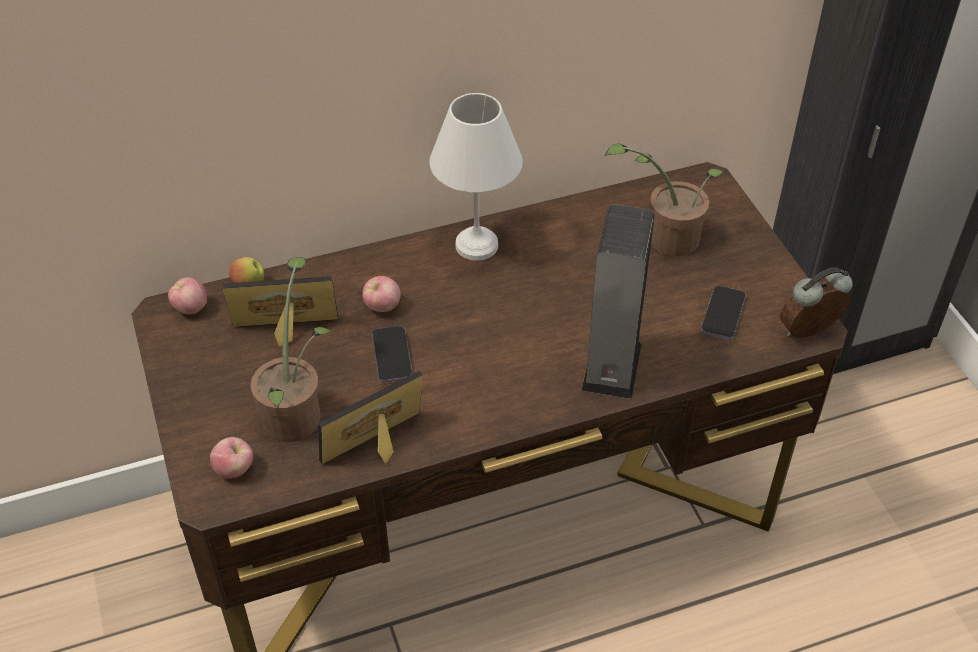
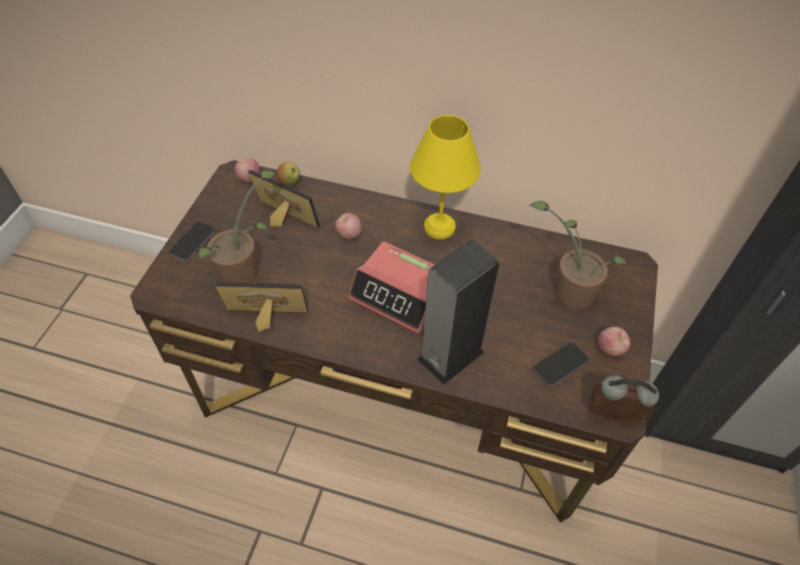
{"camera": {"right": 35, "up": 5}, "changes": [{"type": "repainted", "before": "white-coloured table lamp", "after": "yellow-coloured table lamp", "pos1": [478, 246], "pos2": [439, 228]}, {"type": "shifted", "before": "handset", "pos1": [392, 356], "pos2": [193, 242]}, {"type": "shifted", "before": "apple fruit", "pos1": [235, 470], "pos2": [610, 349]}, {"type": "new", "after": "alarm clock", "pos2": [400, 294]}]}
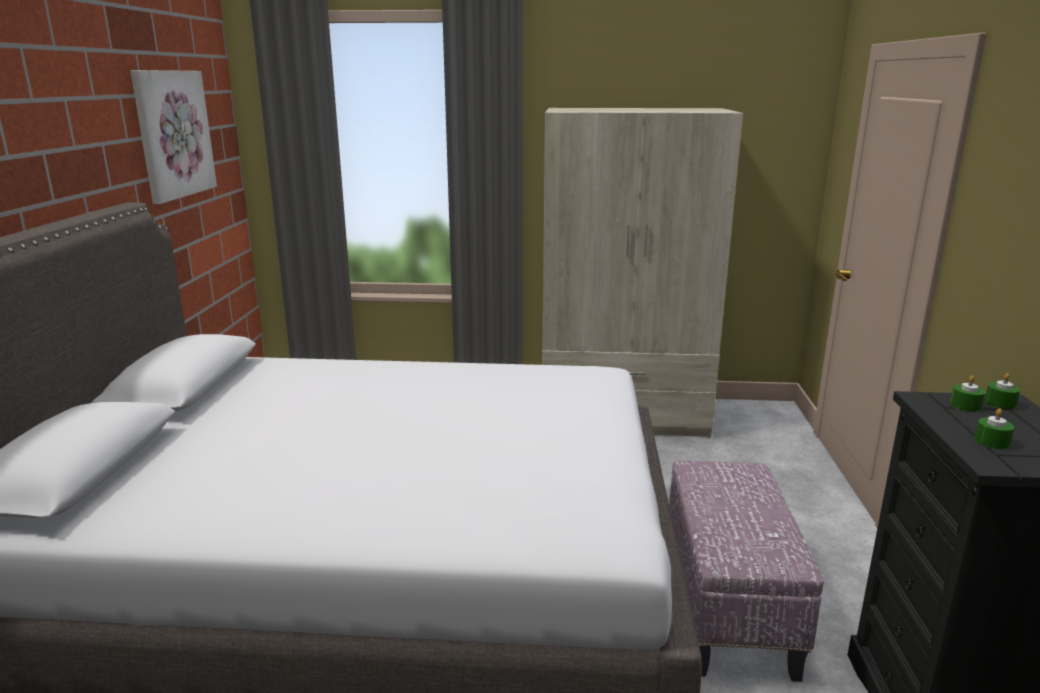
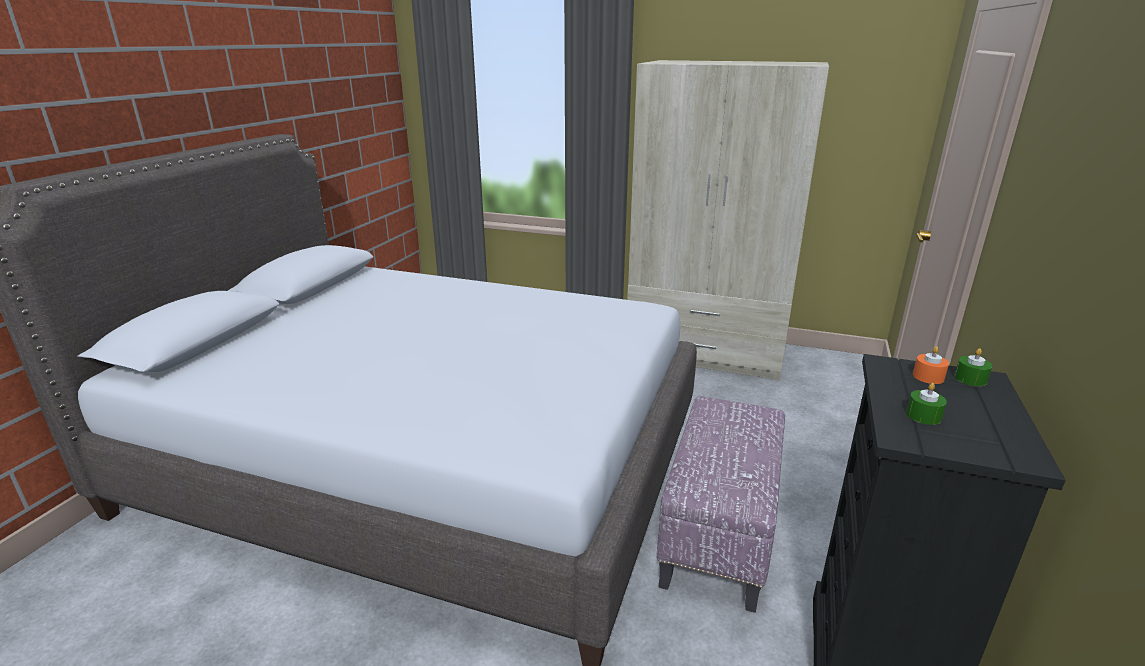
{"camera": {"right": 15, "up": 5}, "changes": [{"type": "gone", "before": "wall picture", "pos1": [173, 134]}, {"type": "repainted", "before": "green wax light", "after": "orange-coloured wax light", "pos1": [965, 406], "pos2": [928, 377]}]}
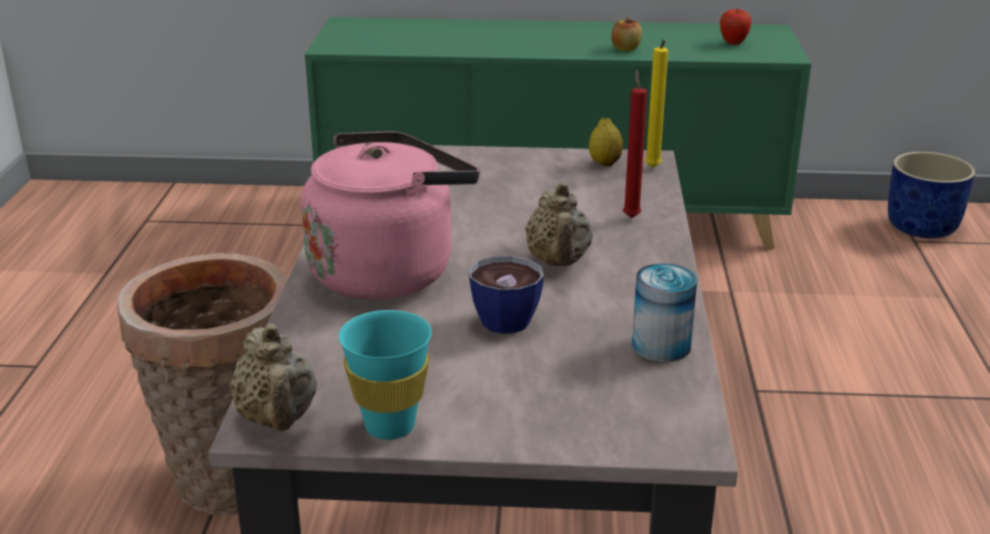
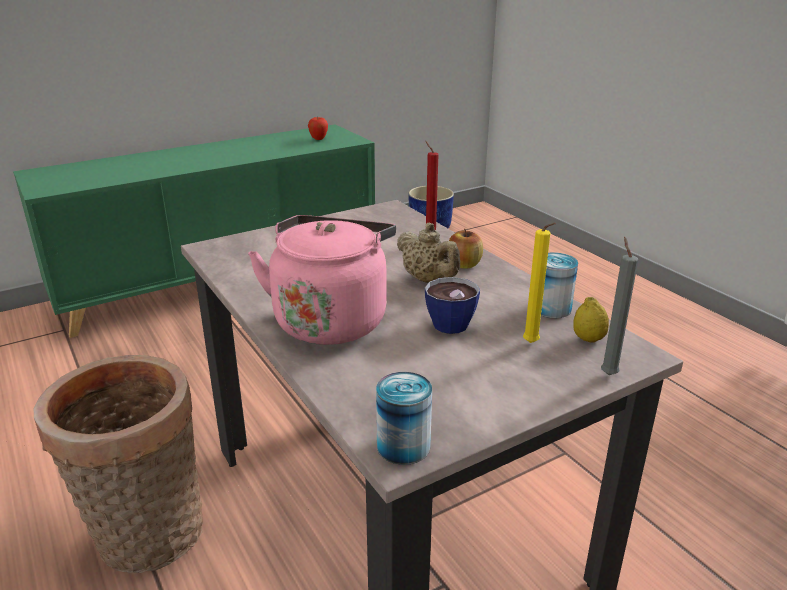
{"camera": {"right": -35, "up": 0}, "changes": [{"type": "shifted", "before": "apple fruit", "pos1": [625, 49], "pos2": [464, 264]}, {"type": "shifted", "before": "yellow-coloured wax light", "pos1": [652, 169], "pos2": [532, 344]}, {"type": "shifted", "before": "citrus fruit", "pos1": [604, 163], "pos2": [588, 339]}, {"type": "gone", "before": "turquoise-coloured small cup", "pos1": [390, 426]}, {"type": "swapped", "before": "sand-coloured pot for tea", "after": "sealed can", "pos1": [278, 420], "pos2": [403, 446]}, {"type": "new", "after": "greyish wax light", "pos2": [607, 373]}]}
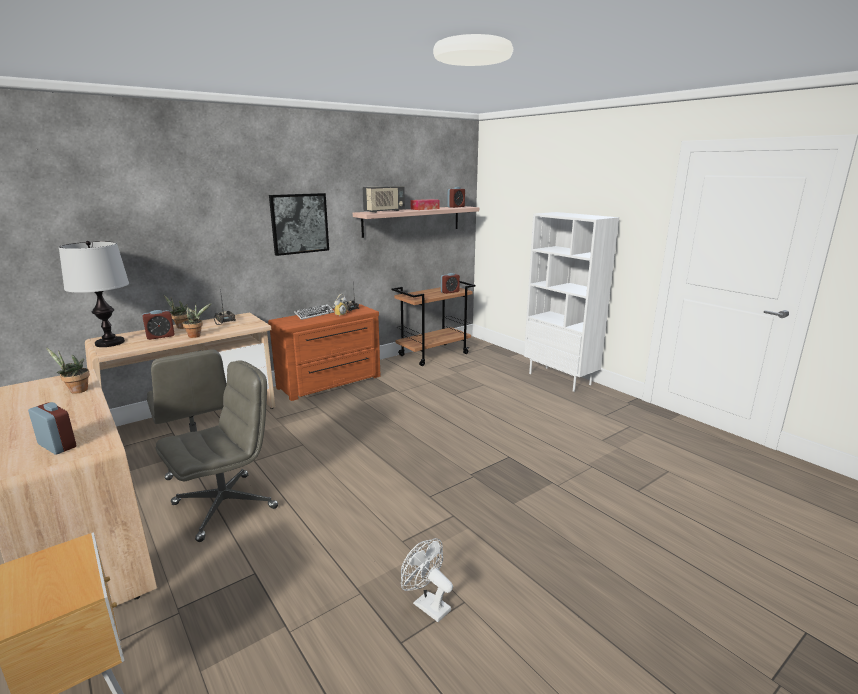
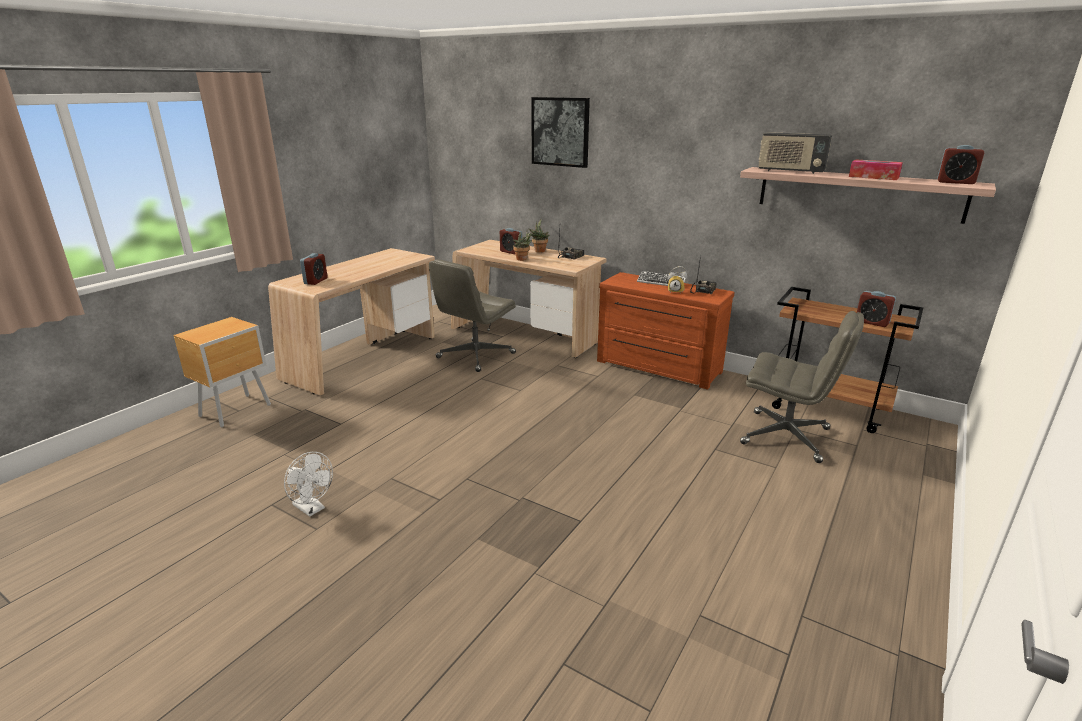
{"camera": {"right": 70, "up": 5}, "changes": [{"type": "shifted", "before": "wall picture", "pos1": [299, 223], "pos2": [560, 132]}, {"type": "gone", "before": "white-coloured bookcase", "pos1": [560, 379]}, {"type": "gone", "before": "table lamp", "pos1": [110, 342]}, {"type": "gone", "before": "plant in a pot", "pos1": [76, 390]}, {"type": "shifted", "before": "greyish desk chair", "pos1": [226, 505], "pos2": [787, 436]}, {"type": "rotated", "before": "white-coloured fan", "pos1": [427, 604], "pos2": [312, 509], "turn": 105}]}
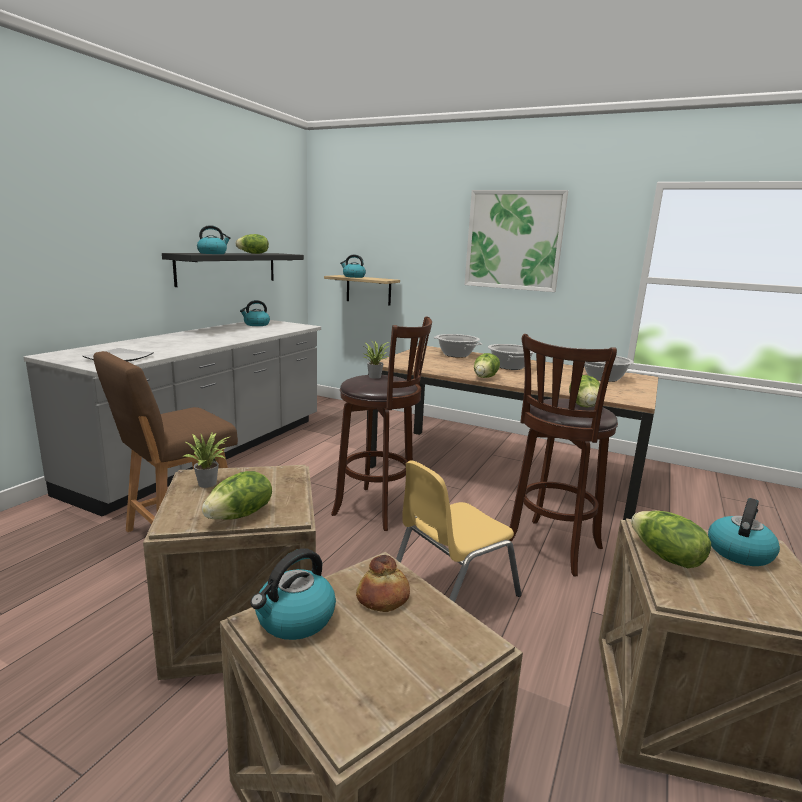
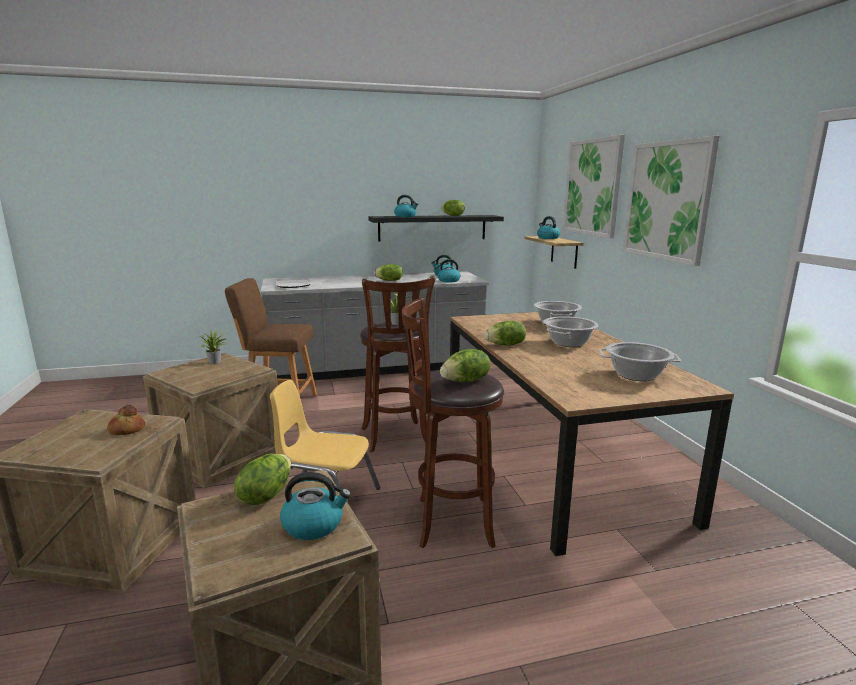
{"camera": {"right": 50, "up": 0}, "changes": [{"type": "shifted", "before": "head of lettuce", "pos1": [240, 515], "pos2": [389, 281]}, {"type": "shifted", "before": "kettle", "pos1": [295, 619], "pos2": [448, 280]}, {"type": "new", "after": "wall picture", "pos2": [592, 187]}]}
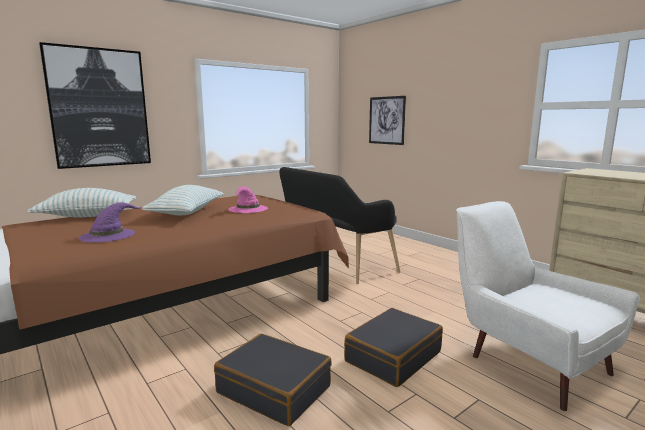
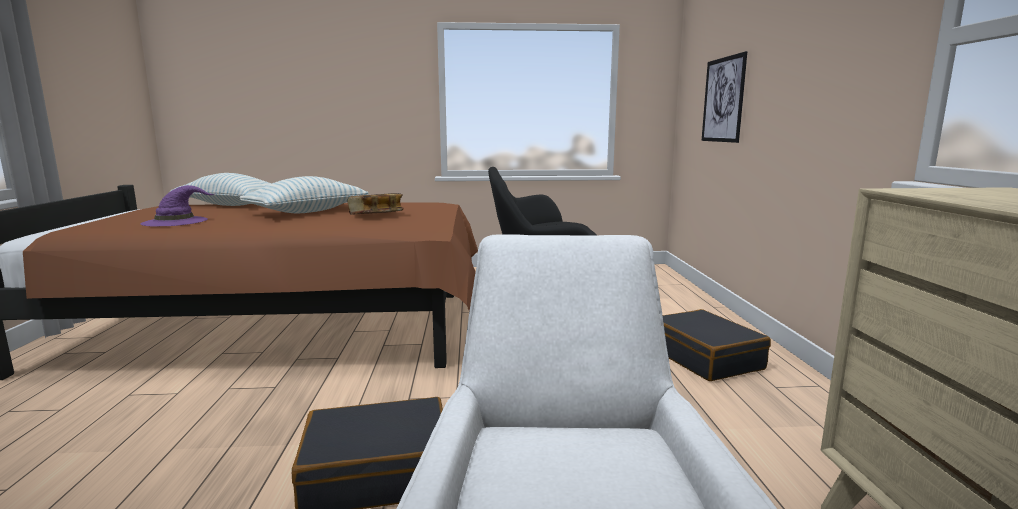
{"camera": {"right": 35, "up": 0}, "changes": [{"type": "gone", "before": "wall picture", "pos1": [99, 108]}, {"type": "swapped", "before": "pink-coloured clothing hat", "after": "bound book", "pos1": [248, 209], "pos2": [376, 215]}, {"type": "shifted", "before": "black-coloured suitcase", "pos1": [274, 389], "pos2": [705, 358]}]}
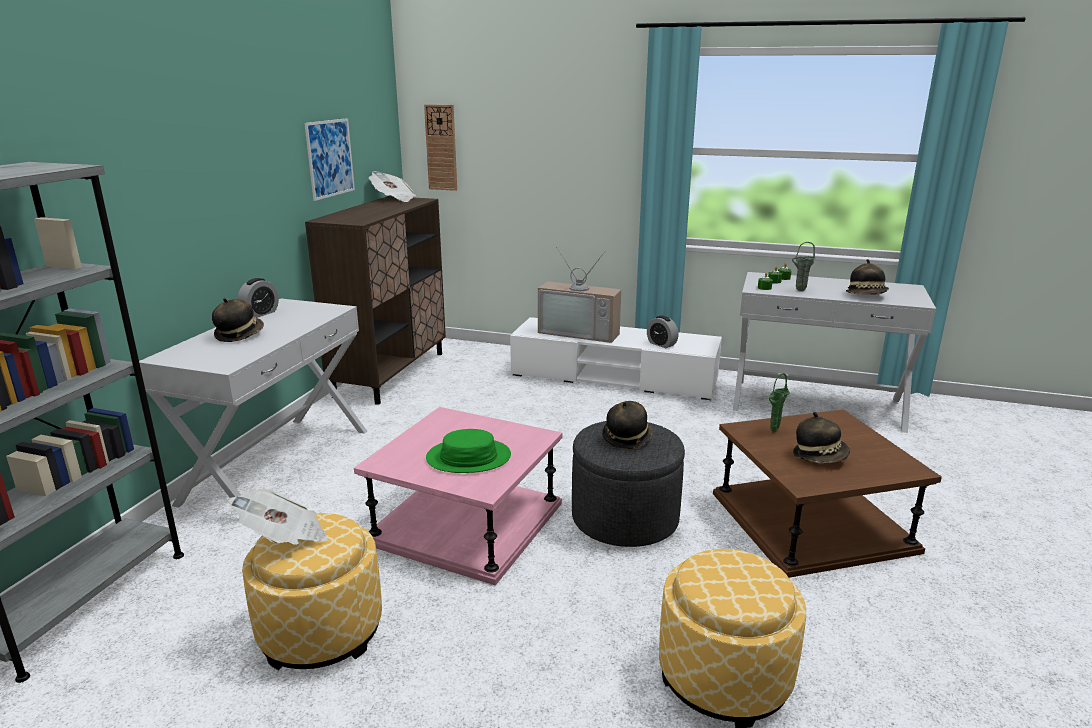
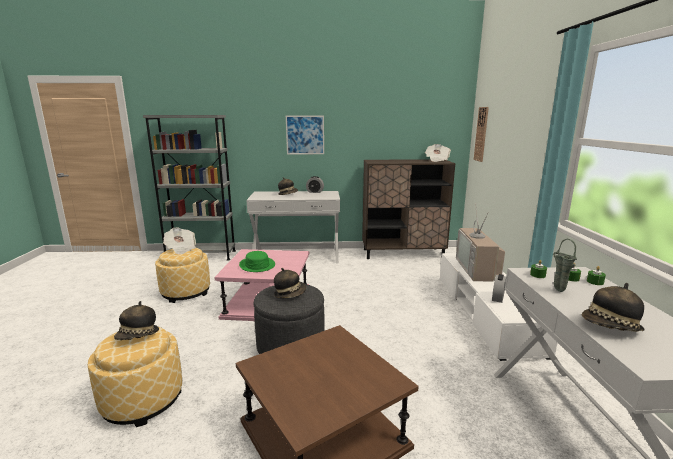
{"camera": {"right": 70, "up": -5}, "changes": [{"type": "shifted", "before": "wall picture", "pos1": [330, 158], "pos2": [305, 135]}, {"type": "gone", "before": "green flower vase", "pos1": [773, 431]}, {"type": "shifted", "before": "clothing hat", "pos1": [820, 457], "pos2": [138, 336]}]}
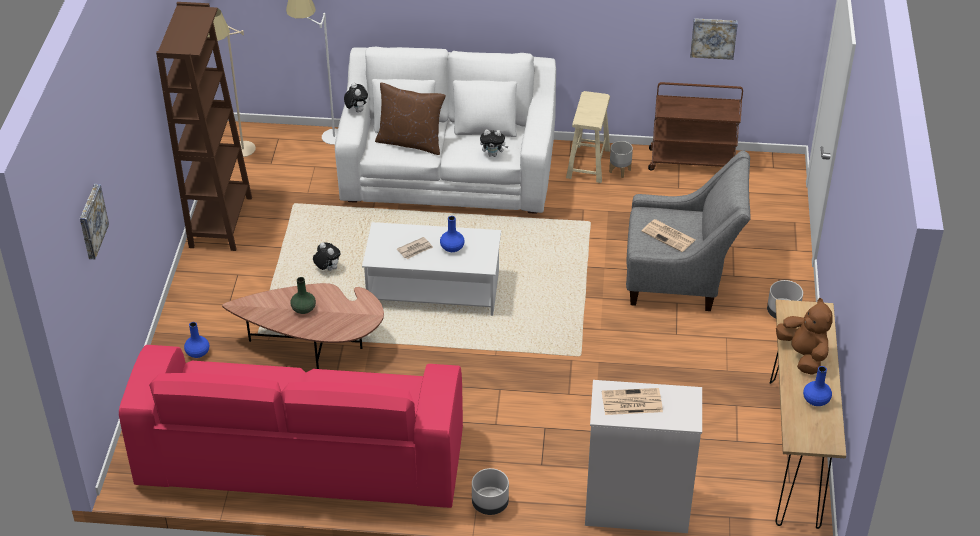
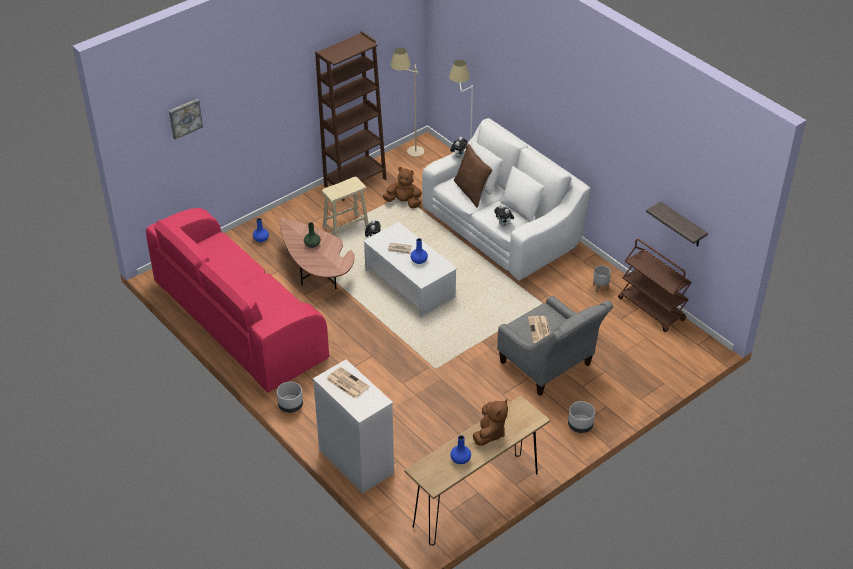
{"camera": {"right": 45, "up": 0}, "changes": [{"type": "swapped", "before": "wall picture", "after": "shelf", "pos1": [713, 37], "pos2": [682, 225]}, {"type": "shifted", "before": "sand-coloured stool seat", "pos1": [588, 164], "pos2": [345, 227]}, {"type": "new", "after": "brownish plush toy", "pos2": [404, 202]}]}
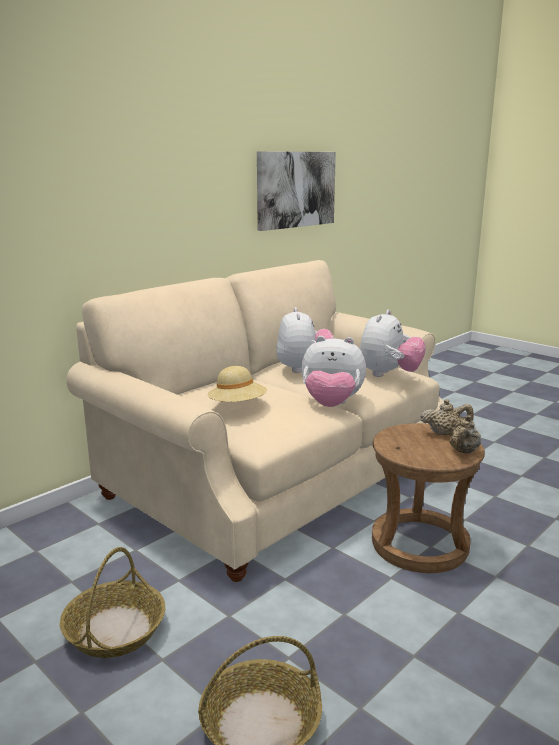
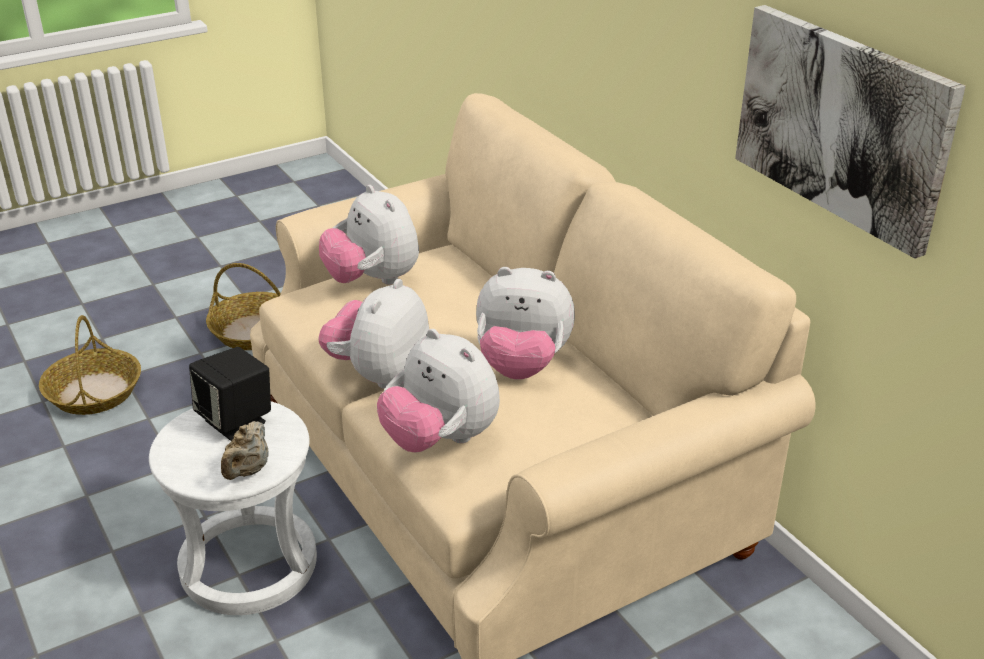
{"camera": {"right": 105, "up": 15}, "changes": [{"type": "swapped", "before": "sand-coloured clothing hat", "after": "plush toy", "pos1": [237, 406], "pos2": [372, 280]}, {"type": "gone", "before": "sand-coloured pot for tea", "pos1": [463, 451]}, {"type": "repainted", "before": "brownish stool seat", "after": "white-coloured stool seat", "pos1": [419, 544], "pos2": [249, 565]}, {"type": "new", "after": "black-coloured loudspeaker", "pos2": [236, 421]}]}
